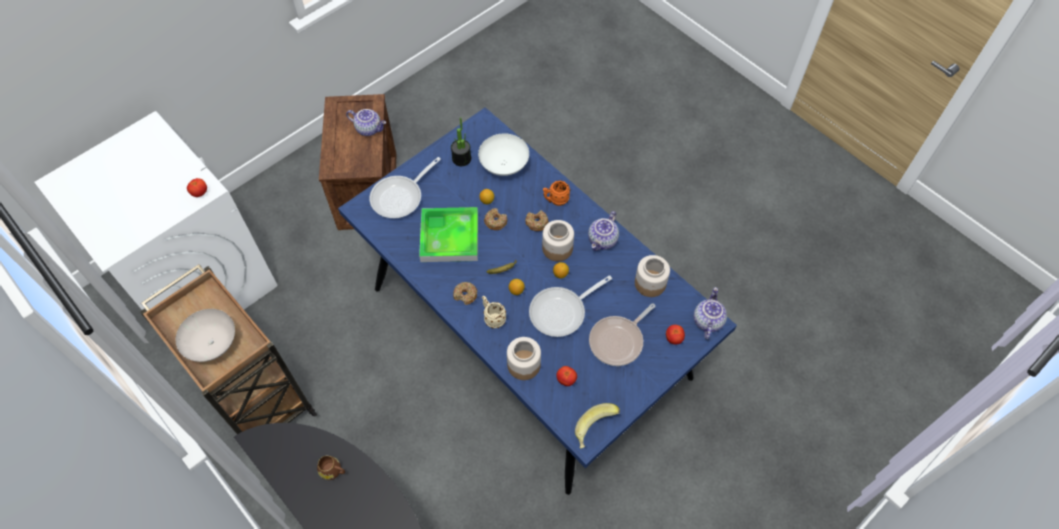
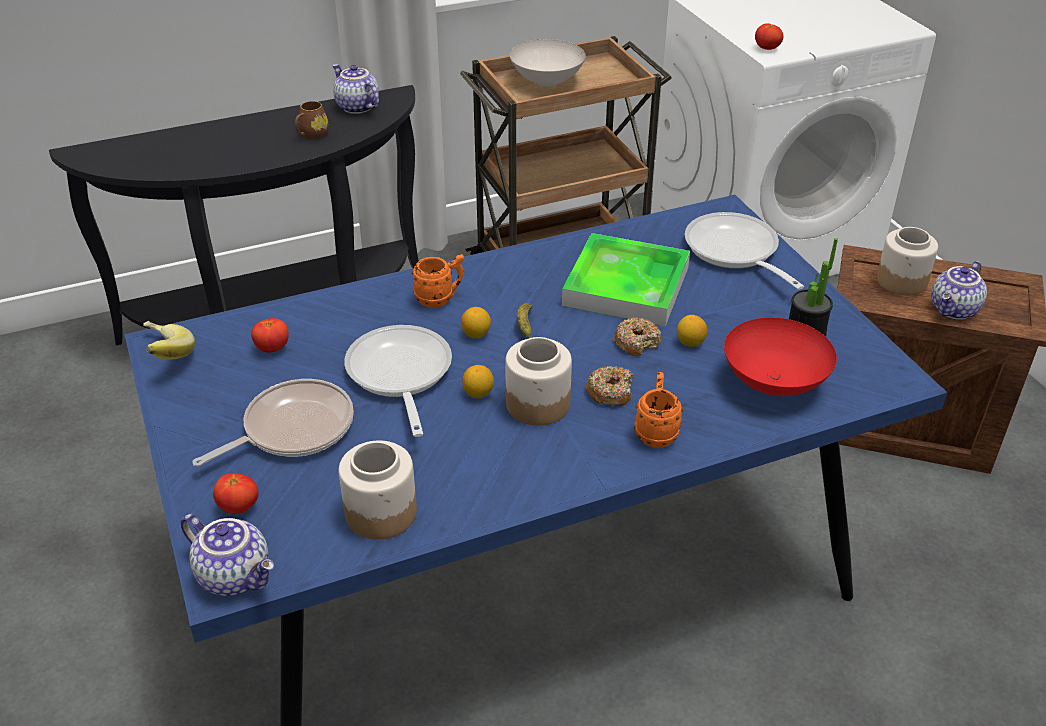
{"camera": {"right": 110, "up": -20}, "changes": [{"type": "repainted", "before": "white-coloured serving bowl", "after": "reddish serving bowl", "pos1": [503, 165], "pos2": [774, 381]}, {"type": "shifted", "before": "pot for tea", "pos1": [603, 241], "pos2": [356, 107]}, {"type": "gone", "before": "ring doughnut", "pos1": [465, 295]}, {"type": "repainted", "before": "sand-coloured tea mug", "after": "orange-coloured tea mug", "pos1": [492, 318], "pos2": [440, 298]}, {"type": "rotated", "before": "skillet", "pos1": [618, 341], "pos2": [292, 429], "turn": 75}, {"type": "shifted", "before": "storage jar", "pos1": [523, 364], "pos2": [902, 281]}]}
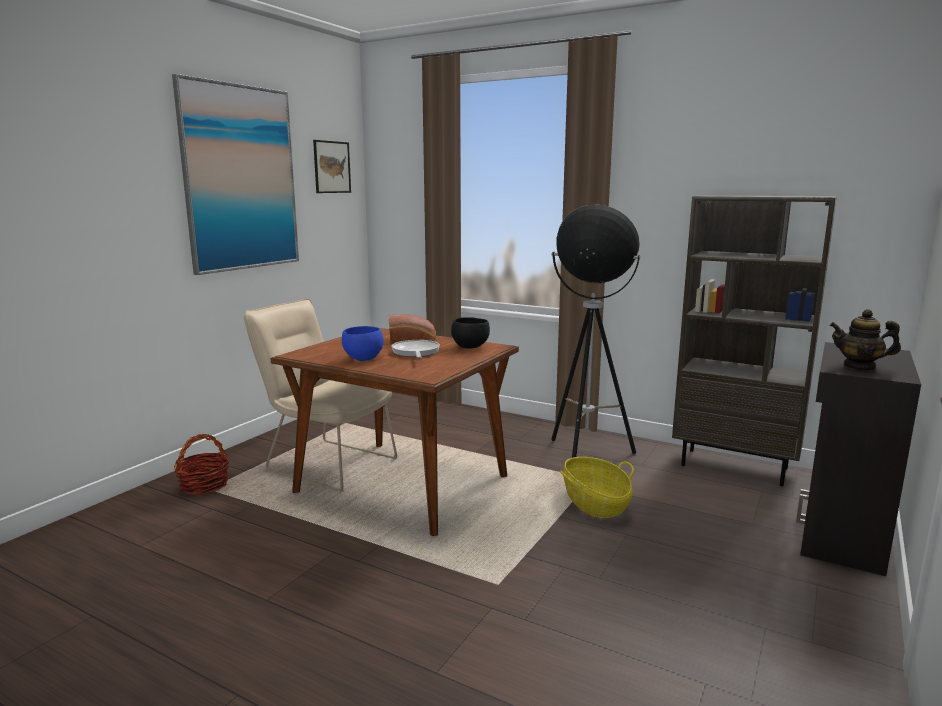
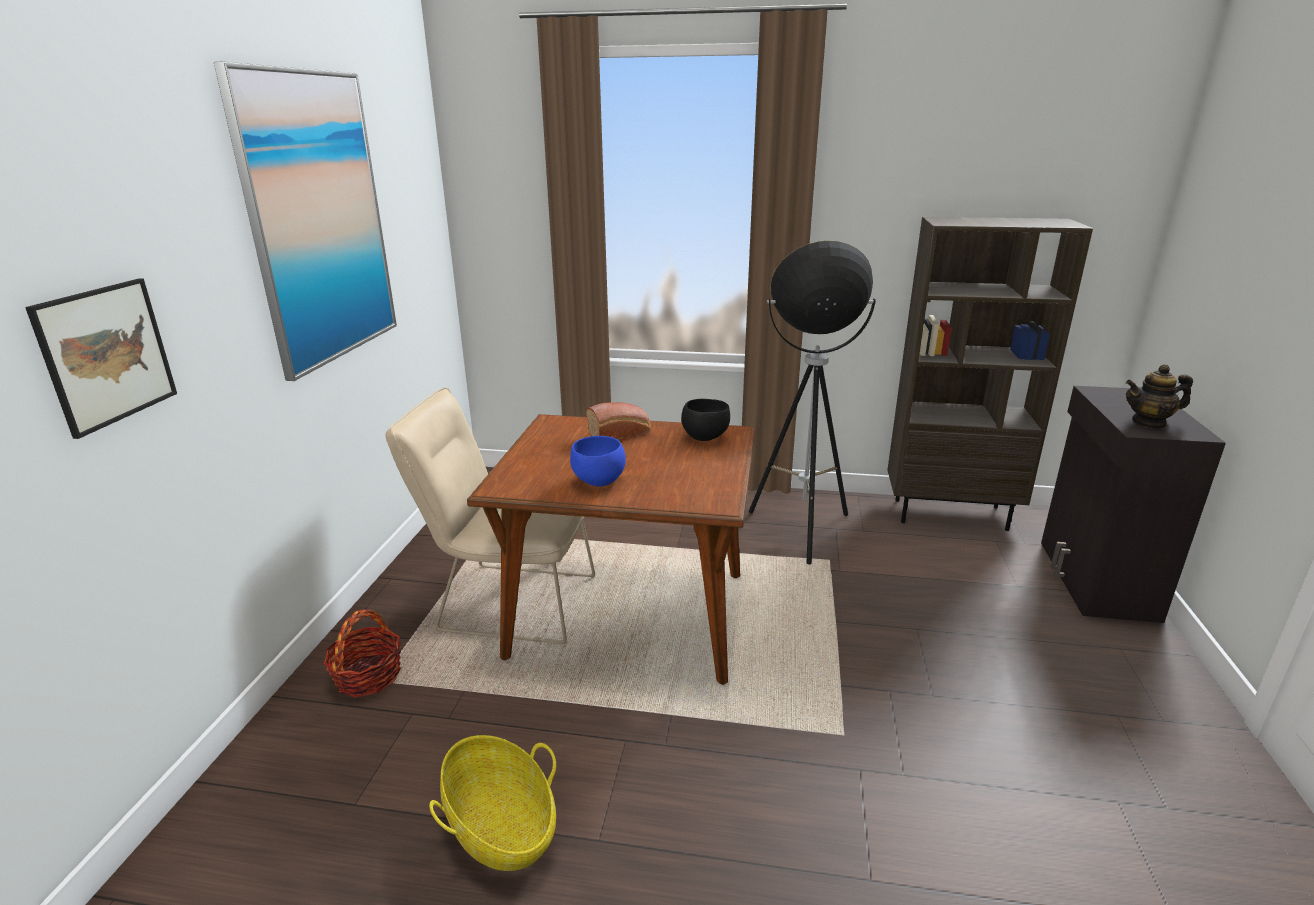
{"camera": {"right": -20, "up": 10}, "changes": [{"type": "shifted", "before": "wall picture", "pos1": [332, 167], "pos2": [107, 355]}, {"type": "gone", "before": "skillet", "pos1": [415, 352]}, {"type": "shifted", "before": "household basket", "pos1": [595, 503], "pos2": [501, 826]}]}
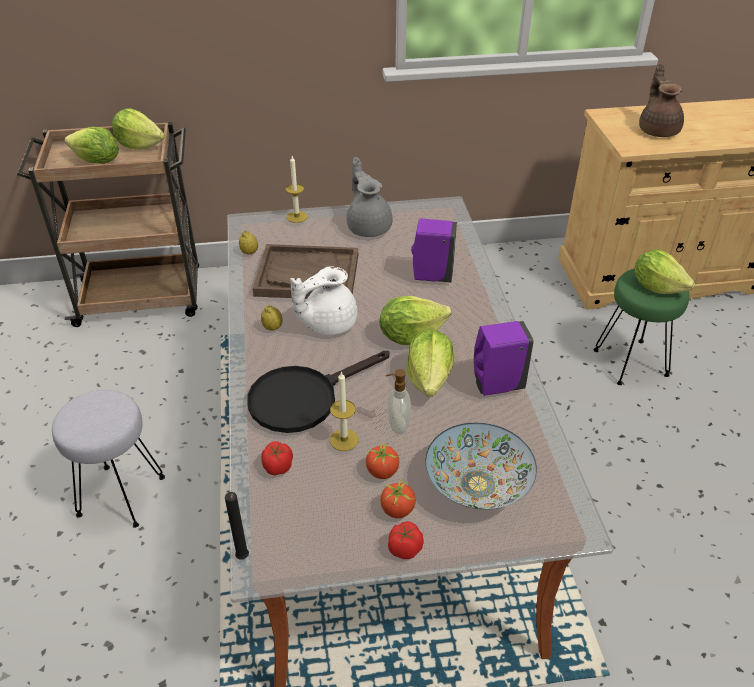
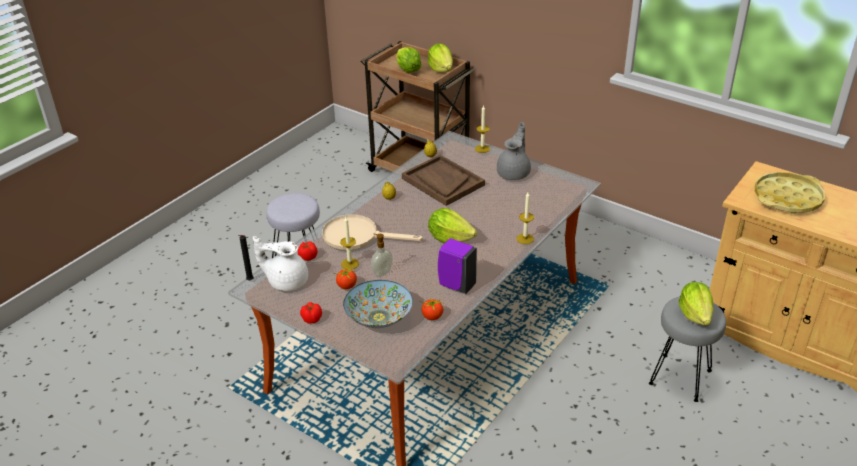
{"camera": {"right": 45, "up": -5}, "changes": [{"type": "swapped", "before": "brownish pot for tea", "after": "yellow-coloured tray", "pos1": [658, 130], "pos2": [787, 198]}, {"type": "gone", "before": "purple soap bottle", "pos1": [431, 276]}, {"type": "shifted", "before": "white-coloured pot for tea", "pos1": [327, 323], "pos2": [286, 281]}, {"type": "repainted", "before": "green stool seat", "after": "greyish stool seat", "pos1": [631, 362], "pos2": [681, 378]}, {"type": "gone", "before": "head of lettuce", "pos1": [429, 379]}, {"type": "repainted", "before": "black-coloured skillet", "after": "sand-coloured skillet", "pos1": [303, 398], "pos2": [358, 236]}, {"type": "shifted", "before": "tomato", "pos1": [397, 510], "pos2": [432, 317]}, {"type": "new", "after": "wax light", "pos2": [525, 238]}]}
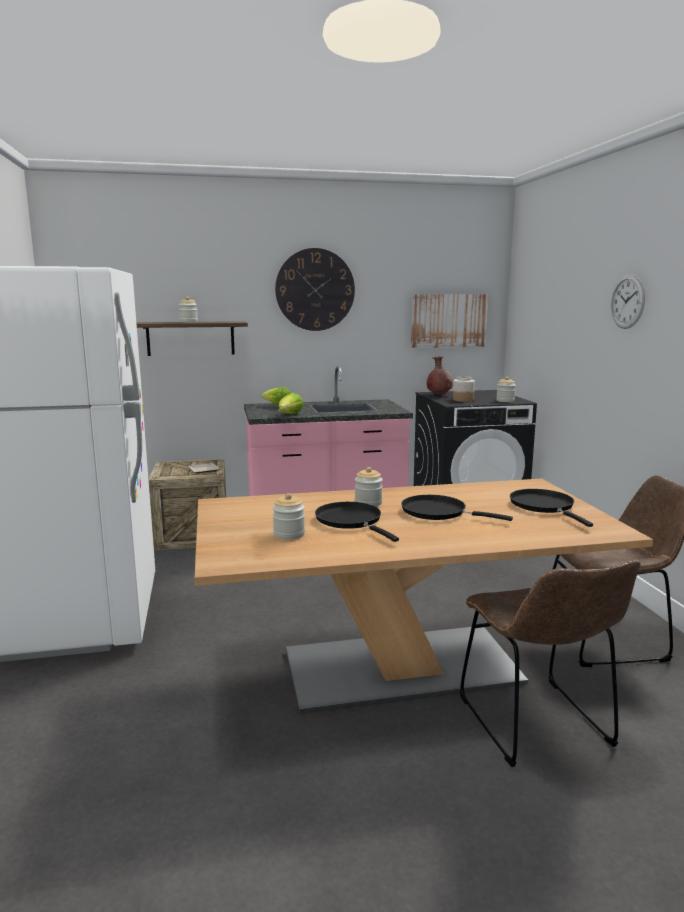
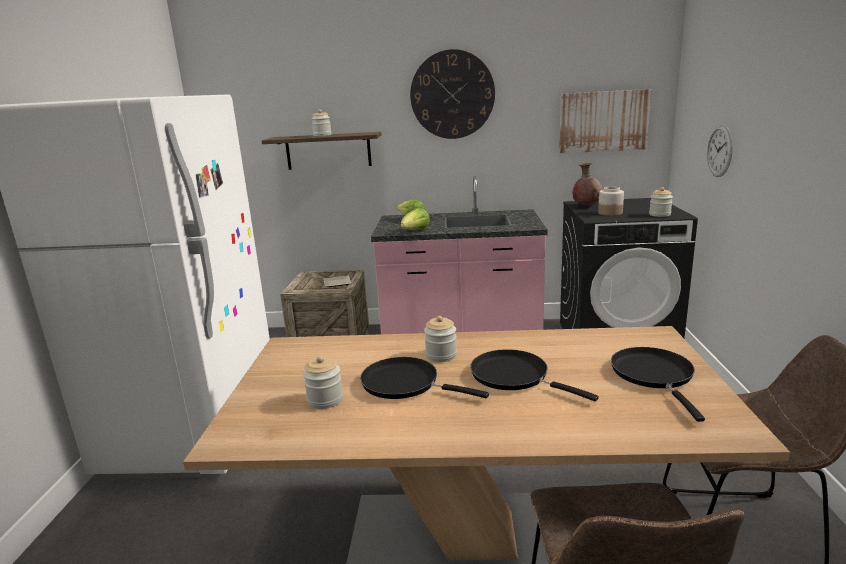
{"camera": {"right": 15, "up": 5}, "changes": [{"type": "shifted", "before": "wall clock", "pos1": [627, 301], "pos2": [719, 151]}, {"type": "rotated", "before": "black-coloured skillet", "pos1": [351, 521], "pos2": [405, 383], "turn": -45}]}
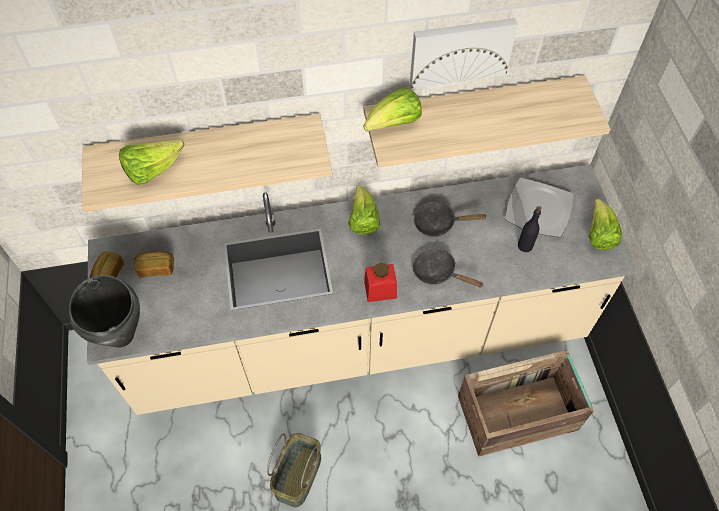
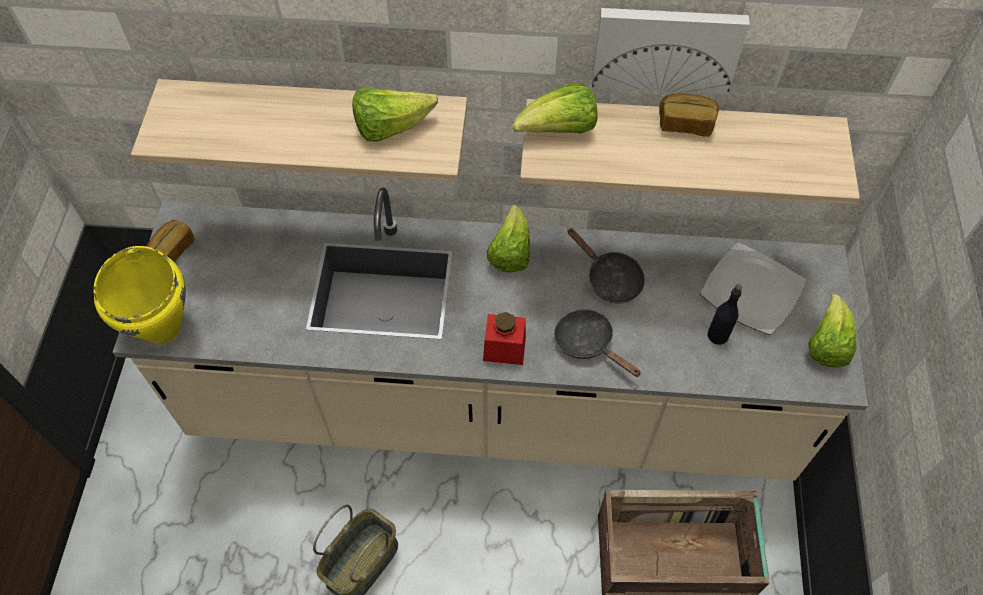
{"camera": {"right": 15, "up": 0}, "changes": [{"type": "shifted", "before": "head of lettuce", "pos1": [153, 170], "pos2": [391, 127]}, {"type": "rotated", "before": "black-coloured skillet", "pos1": [439, 223], "pos2": [609, 279], "turn": -150}, {"type": "shifted", "before": "bakery bread", "pos1": [156, 268], "pos2": [685, 123]}, {"type": "repainted", "before": "black-coloured saucepot", "after": "yellow-coloured saucepot", "pos1": [121, 335], "pos2": [163, 329]}]}
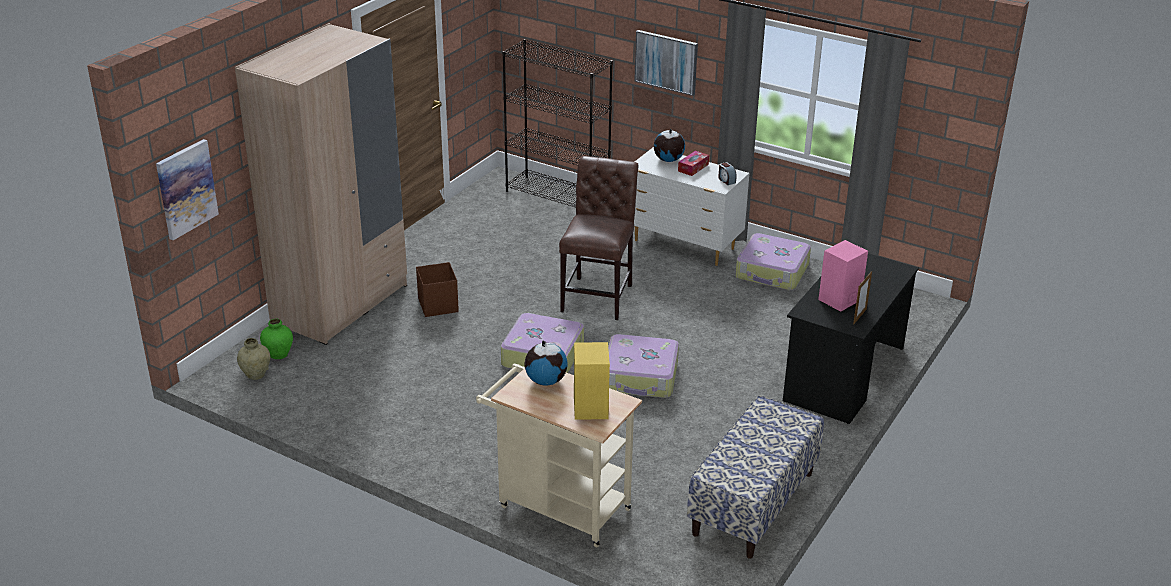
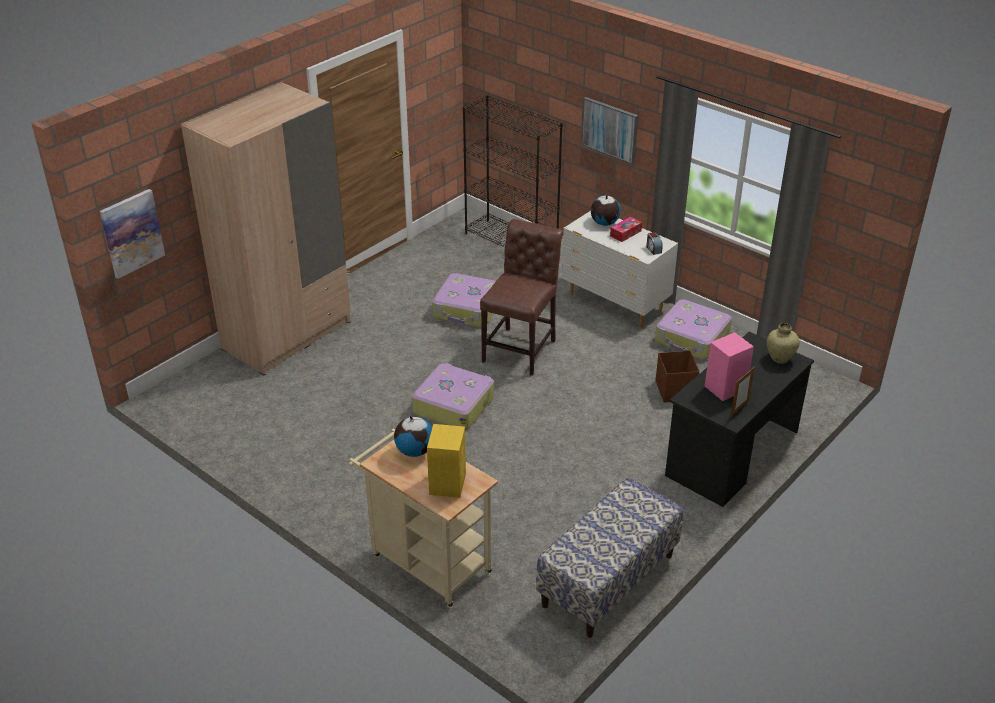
{"camera": {"right": 10, "up": 5}, "changes": [{"type": "shifted", "before": "brownish storage box", "pos1": [438, 305], "pos2": [675, 390]}, {"type": "gone", "before": "green flower vase", "pos1": [278, 355]}, {"type": "shifted", "before": "suitcase", "pos1": [640, 377], "pos2": [467, 309]}, {"type": "shifted", "before": "sand-coloured flower vase", "pos1": [256, 375], "pos2": [780, 358]}]}
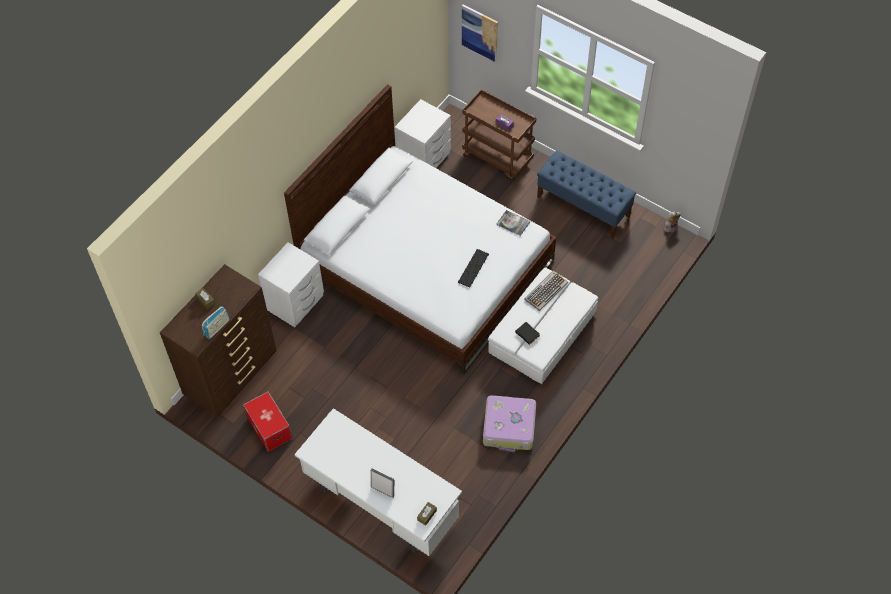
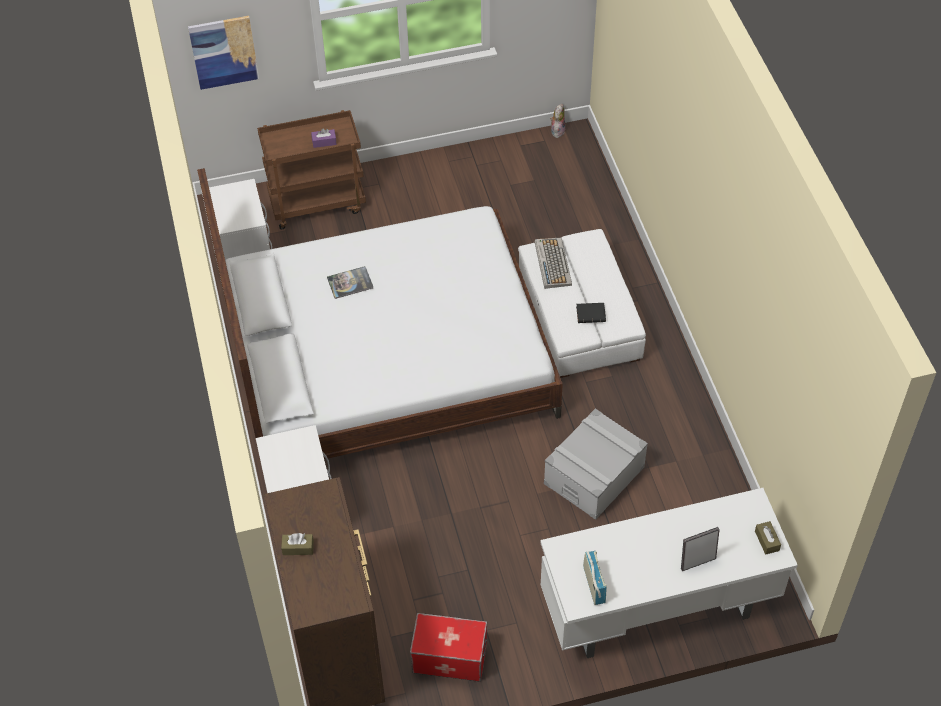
{"camera": {"right": -50, "up": -5}, "changes": [{"type": "gone", "before": "bluish long seat", "pos1": [583, 207]}, {"type": "shifted", "before": "bound book", "pos1": [513, 223], "pos2": [350, 283]}, {"type": "gone", "before": "PC keyboard", "pos1": [472, 267]}, {"type": "shifted", "before": "radio set", "pos1": [217, 327], "pos2": [594, 585]}, {"type": "gone", "before": "suitcase", "pos1": [509, 427]}, {"type": "new", "after": "greyish storage box", "pos2": [594, 475]}]}
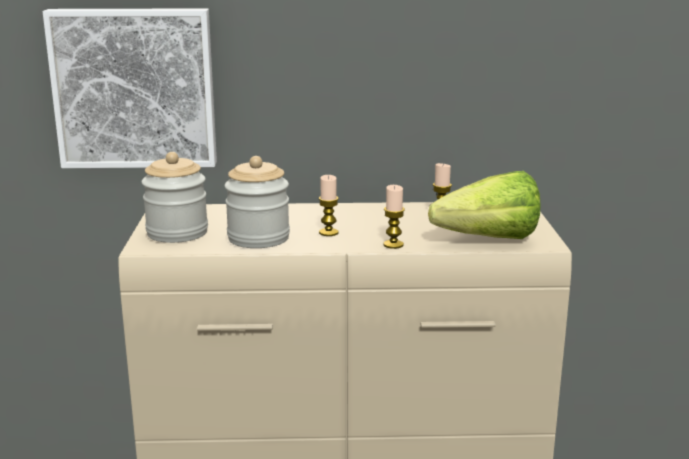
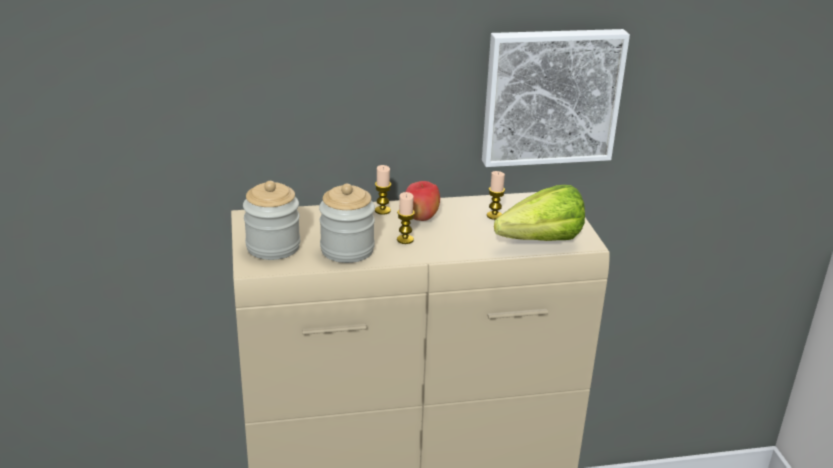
{"camera": {"right": -10, "up": 10}, "changes": [{"type": "shifted", "before": "wall picture", "pos1": [135, 88], "pos2": [551, 96]}, {"type": "shifted", "before": "wax light", "pos1": [393, 245], "pos2": [382, 210]}, {"type": "new", "after": "apple fruit", "pos2": [421, 218]}]}
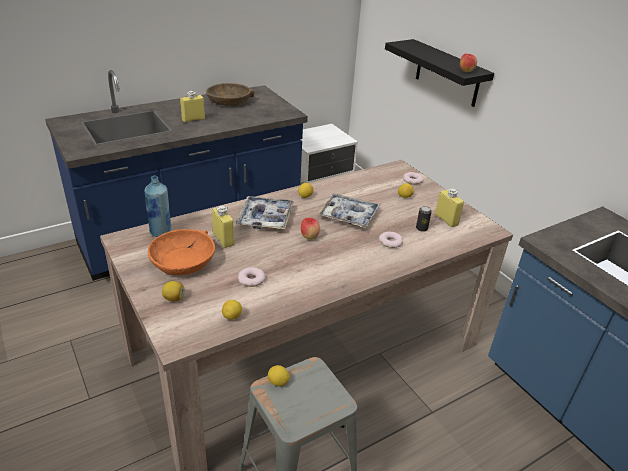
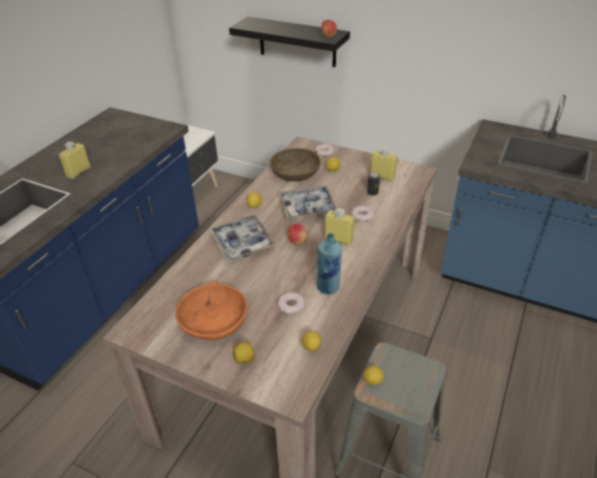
{"camera": {"right": -30, "up": 5}, "changes": [{"type": "shifted", "before": "brownish serving bowl", "pos1": [229, 101], "pos2": [295, 171]}, {"type": "shifted", "before": "bluish bottle", "pos1": [161, 232], "pos2": [328, 287]}, {"type": "shifted", "before": "yellow-coloured bottle", "pos1": [223, 239], "pos2": [338, 239]}]}
